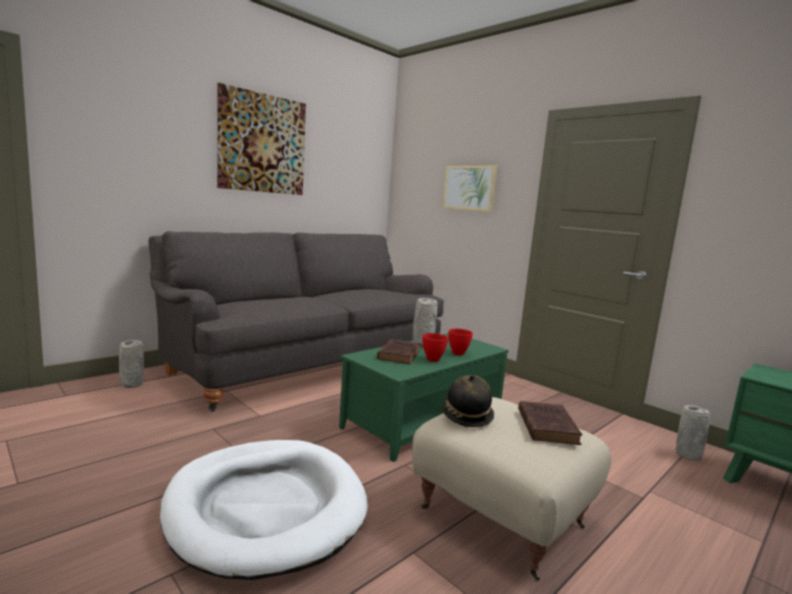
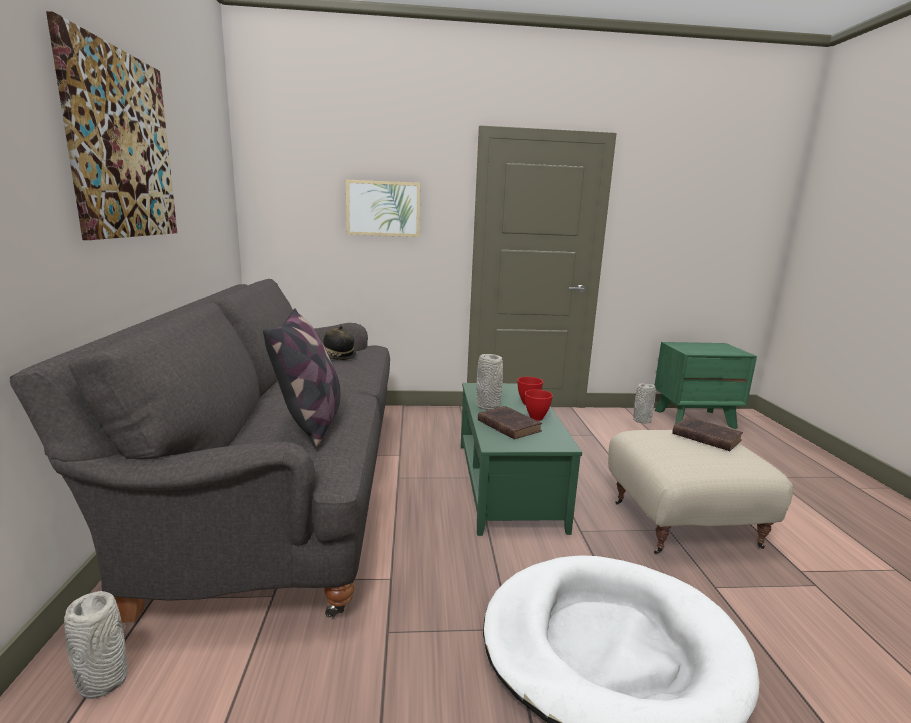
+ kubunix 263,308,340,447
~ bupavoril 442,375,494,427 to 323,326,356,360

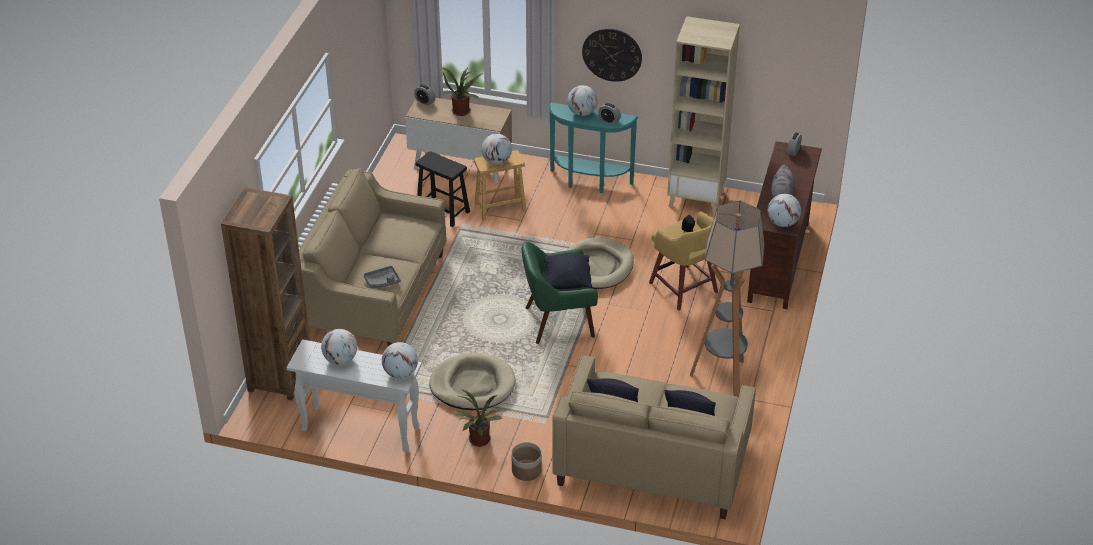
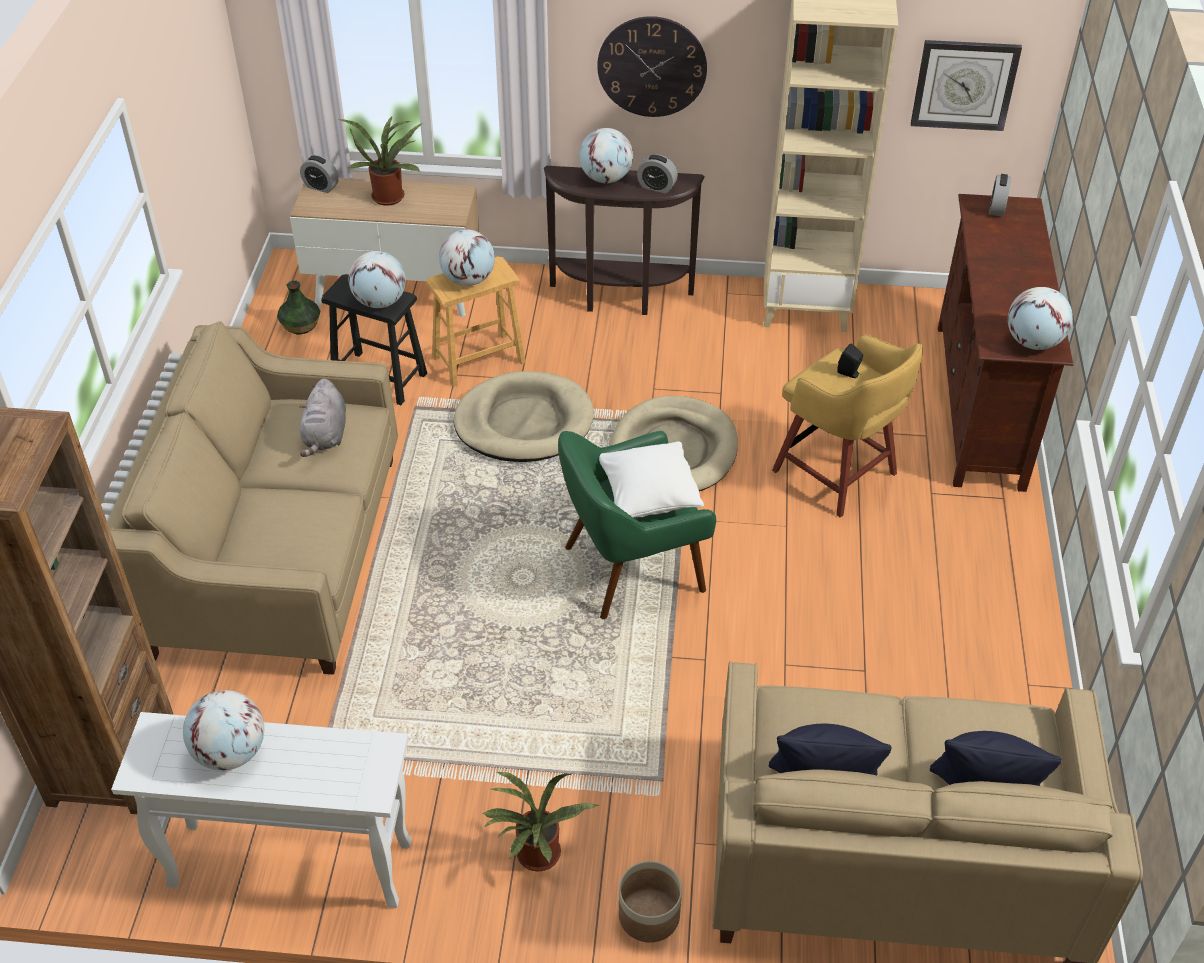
+ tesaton 277,281,320,335
~ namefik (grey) 771,164,794,198 to 299,379,346,457
~ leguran 382,342,418,379 to 349,251,406,308
~ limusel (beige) 429,353,515,410 to 454,371,594,462
~ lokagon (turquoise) 549,103,639,193 to lokagon (brown) 544,166,705,315
~ kubunix (black) 544,254,592,289 to kubunix (white) 599,441,704,518
+ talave 911,40,1022,131
- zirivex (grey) 363,266,401,288
- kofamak 690,200,765,397

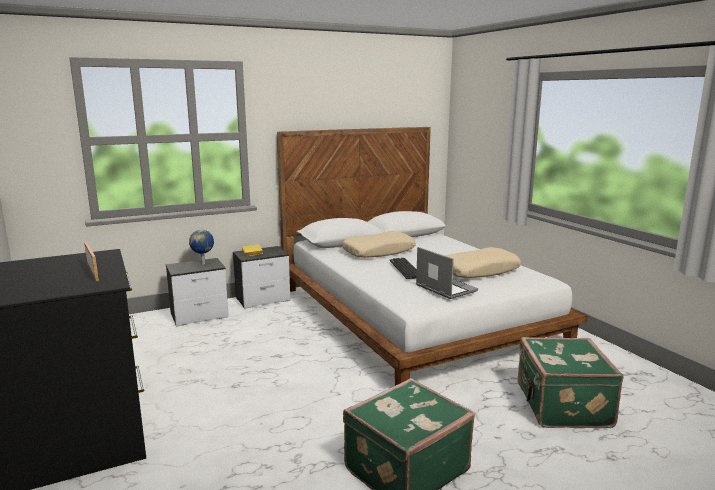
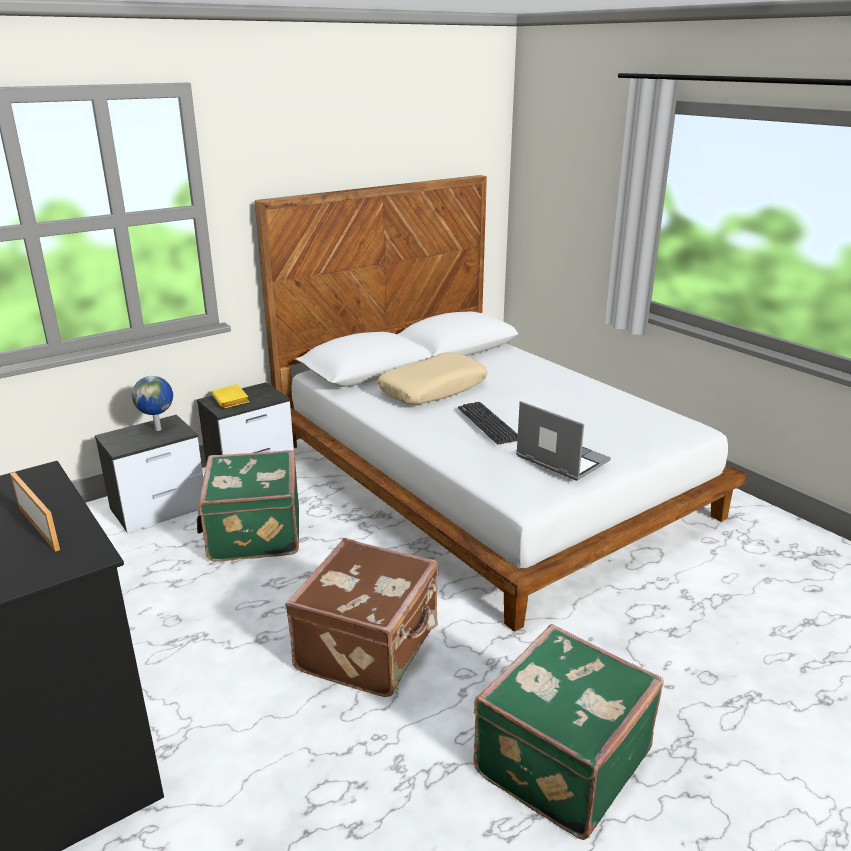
~ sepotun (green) 518,337,624,428 to 197,450,299,562
+ sepotun (brown) 285,538,438,697
- kubunix (beige) 444,247,521,278

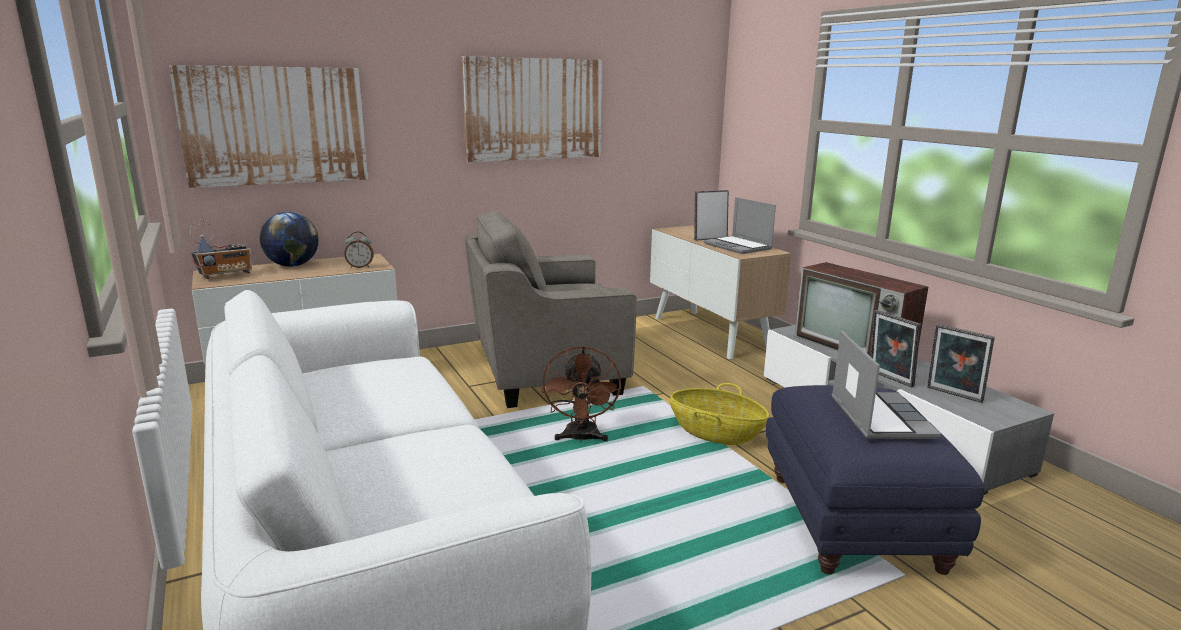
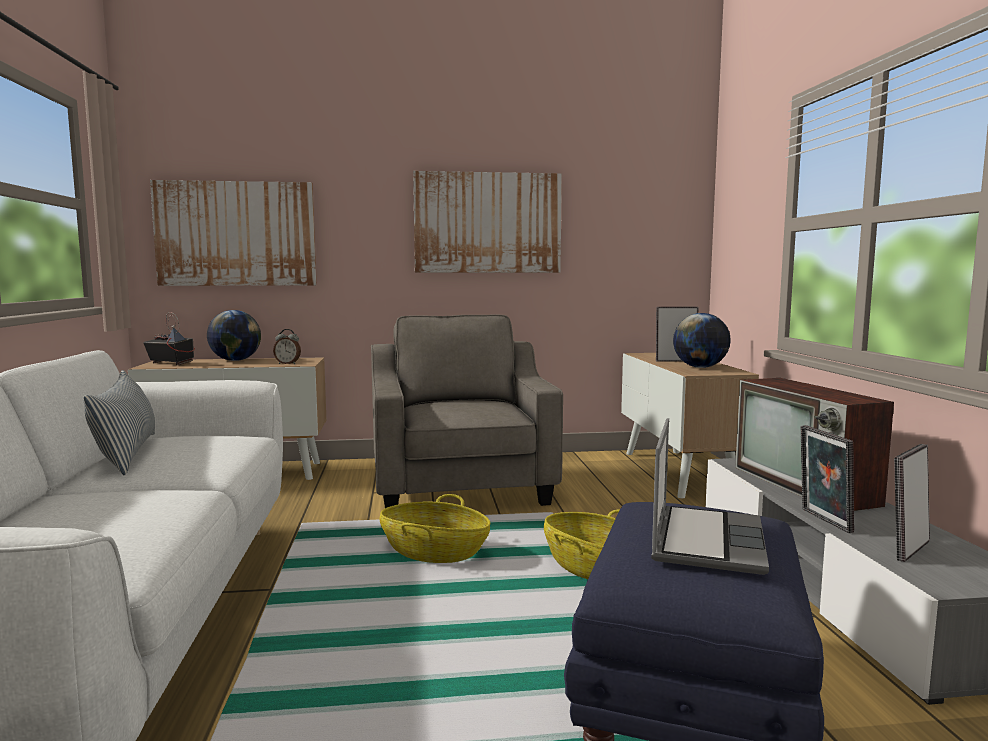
+ kubunix 83,370,155,475
~ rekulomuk 190,220,252,279 = 143,312,195,366 135 degrees counterclockwise
~ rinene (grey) 465,210,637,408 = 371,315,563,508 75 degrees clockwise
~ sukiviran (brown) 542,346,621,443 to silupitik 379,494,490,563
~ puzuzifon 704,197,776,254 to leguran 673,313,731,368
~ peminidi 927,324,995,403 = 894,444,930,562 75 degrees clockwise

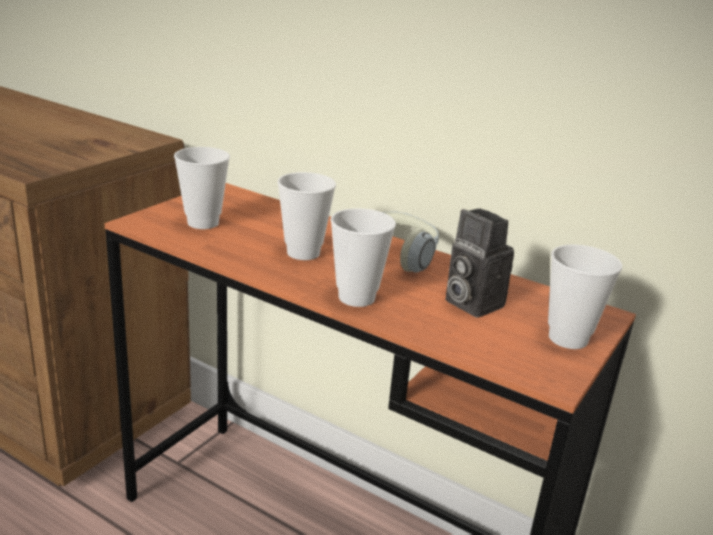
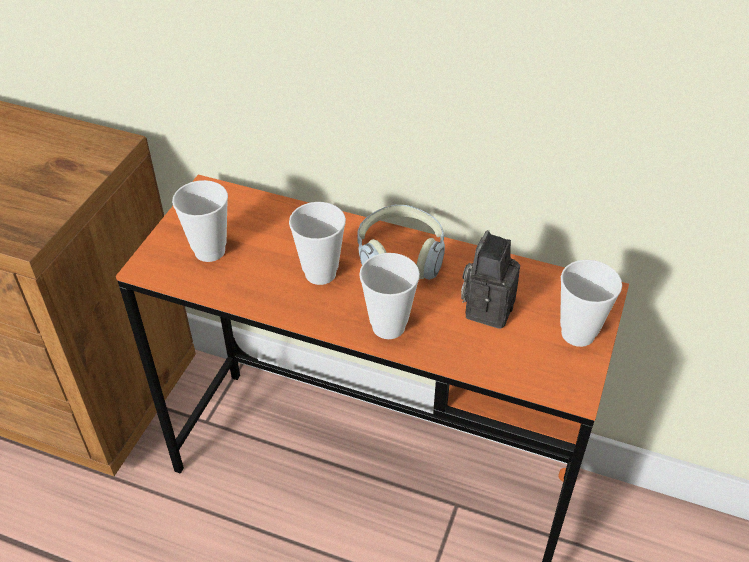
~ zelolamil 445,208,514,318 = 461,230,520,329 75 degrees clockwise

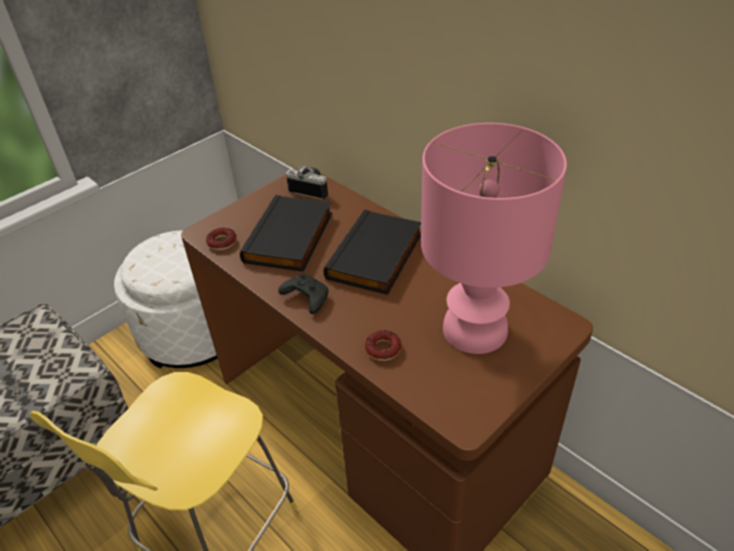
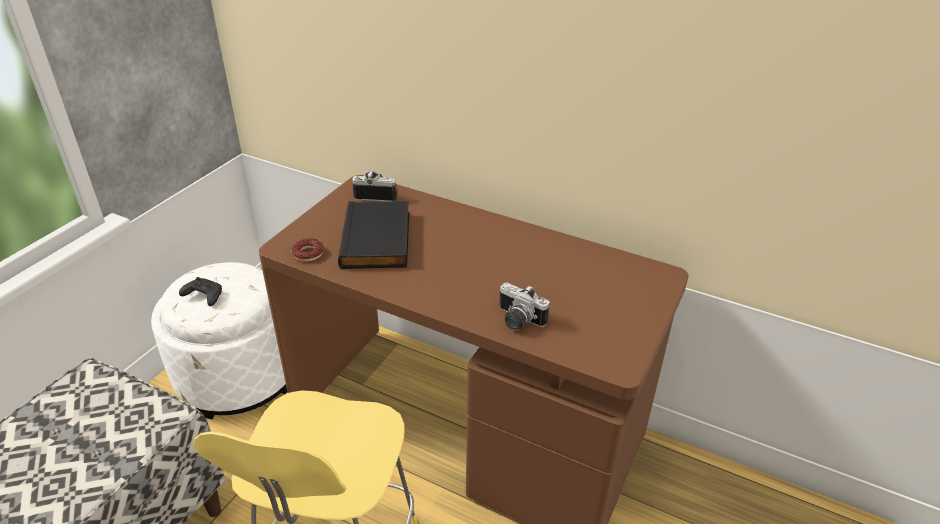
~ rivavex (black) 278,273,328,314 to 179,277,222,306
~ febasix 365,330,402,361 to zelolamil 499,283,550,330
- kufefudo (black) 323,209,421,295
- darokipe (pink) 421,123,567,354

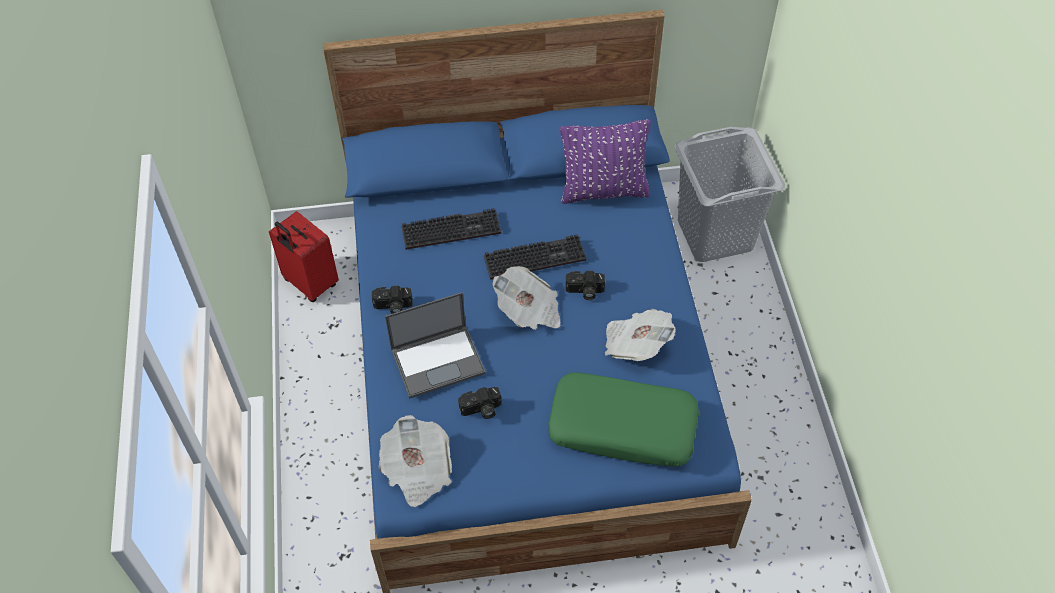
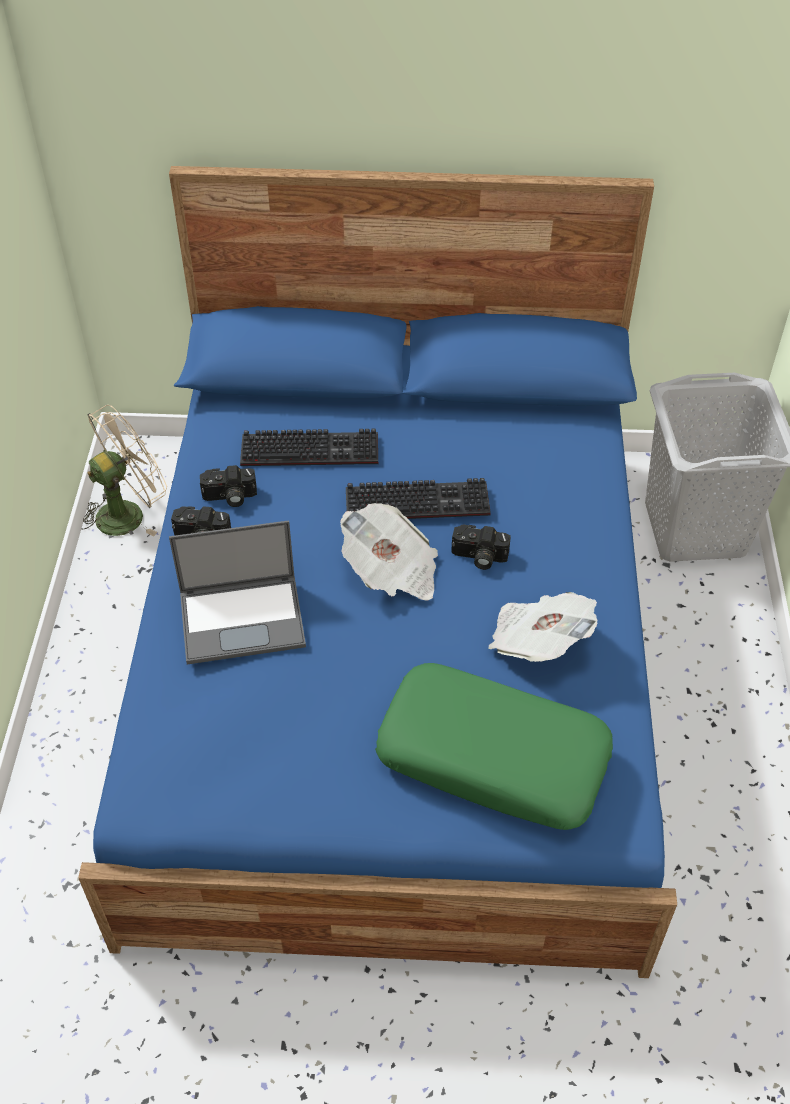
~ sepotun (red) 269,211,339,302 to sukiviran (beige) 81,405,167,536
~ zelolamil 458,387,502,419 to 200,465,257,507
- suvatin 378,415,452,507
- kubunix (purple) 560,119,651,204

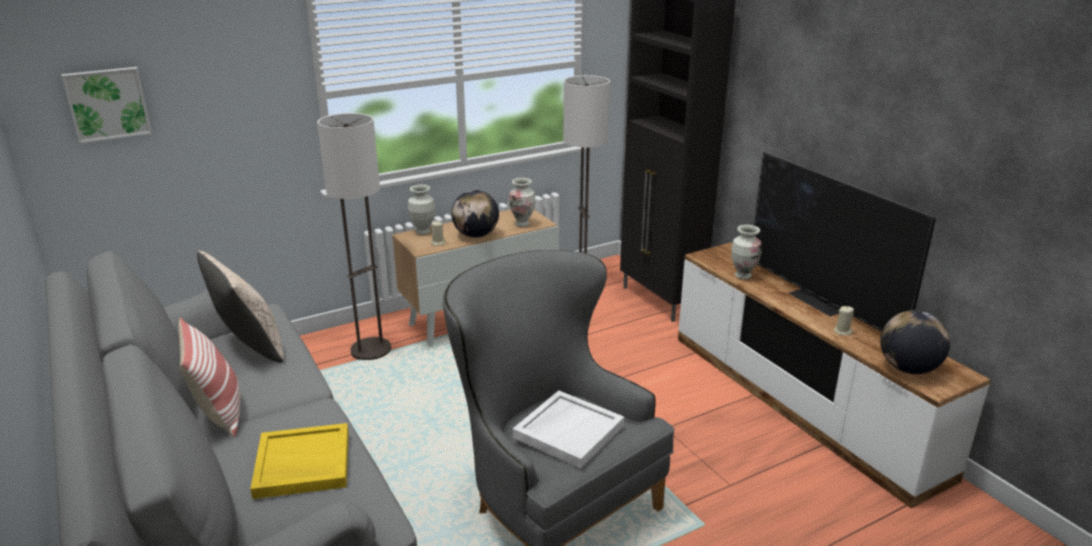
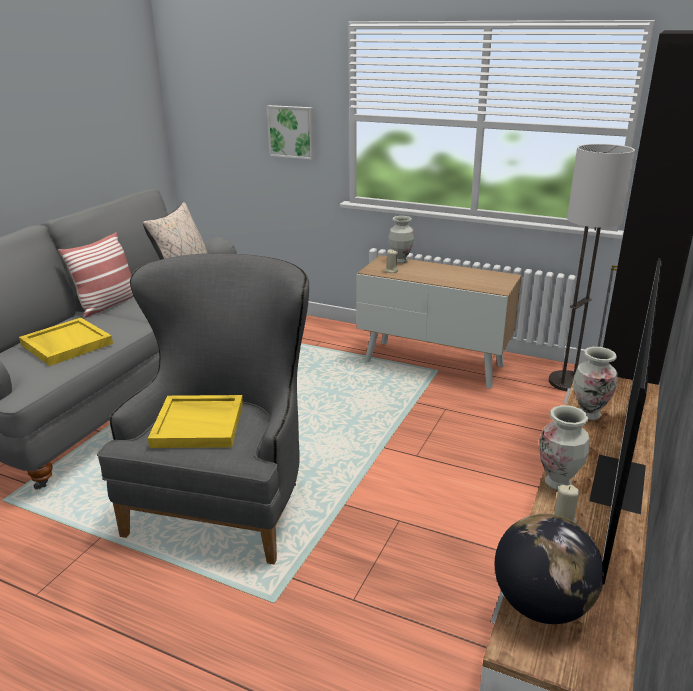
~ zirivex (white) 513,390,624,468 to zirivex (yellow) 148,395,243,448
~ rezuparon 61,67,152,143 to 267,105,314,160
~ tesaton 509,178,536,227 to 539,405,589,490
- kofamak 317,113,391,360
- leguran 451,190,499,238

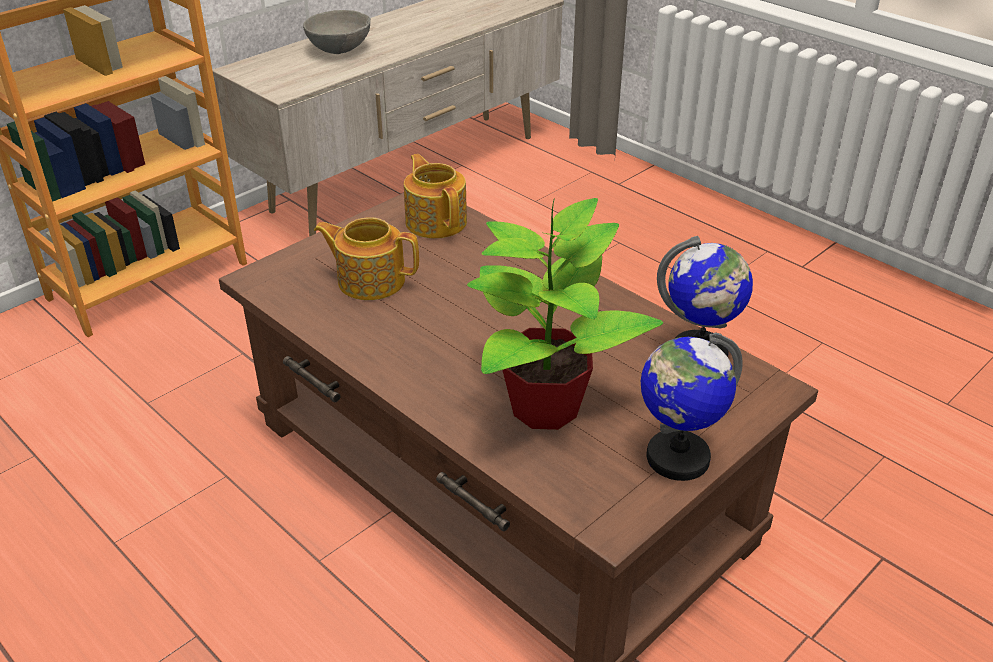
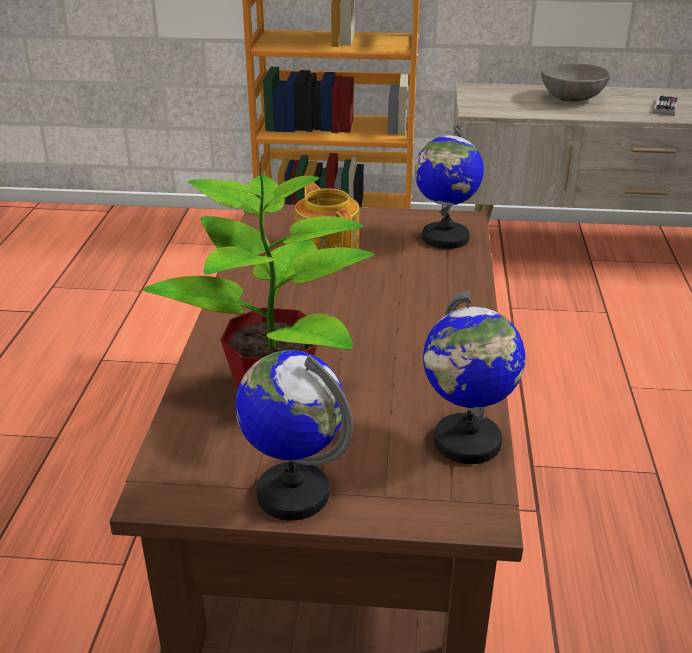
~ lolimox 404,154,467,238 to leguran 414,124,484,249
+ rivavex 653,95,679,116

